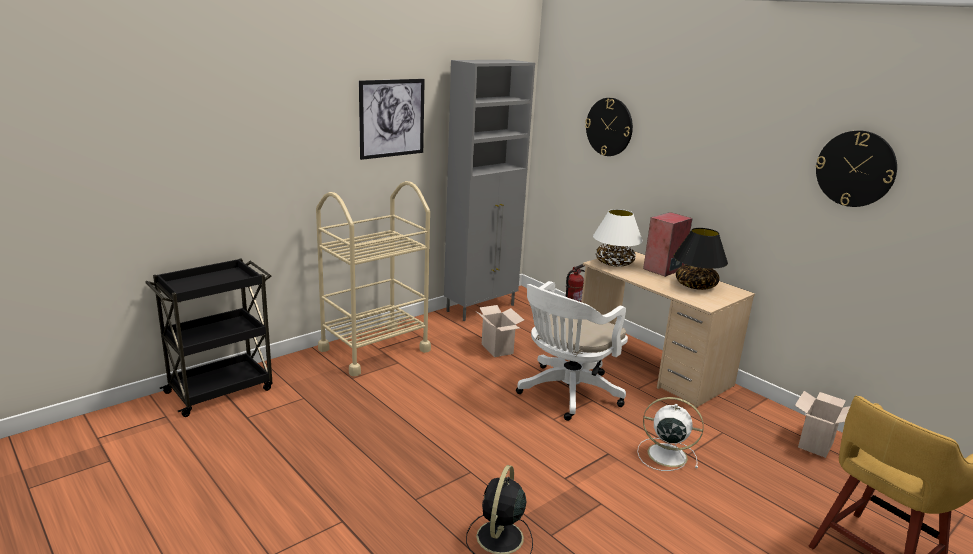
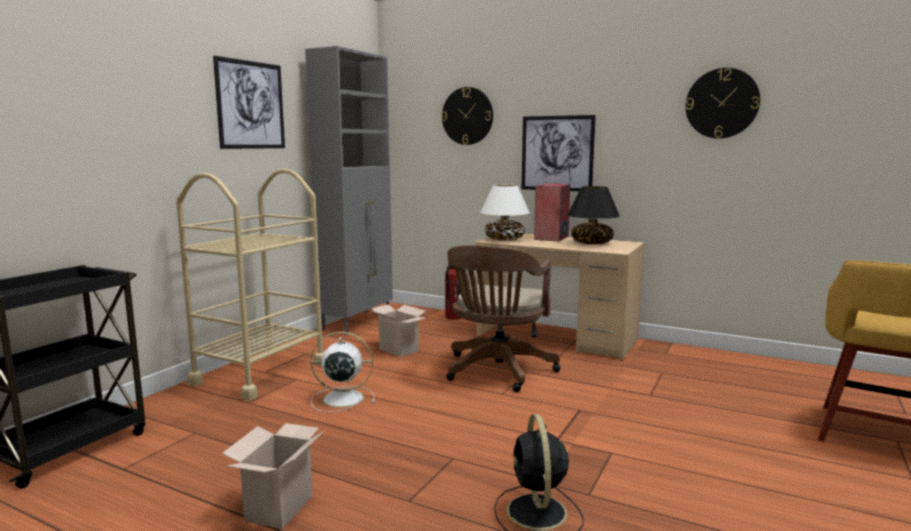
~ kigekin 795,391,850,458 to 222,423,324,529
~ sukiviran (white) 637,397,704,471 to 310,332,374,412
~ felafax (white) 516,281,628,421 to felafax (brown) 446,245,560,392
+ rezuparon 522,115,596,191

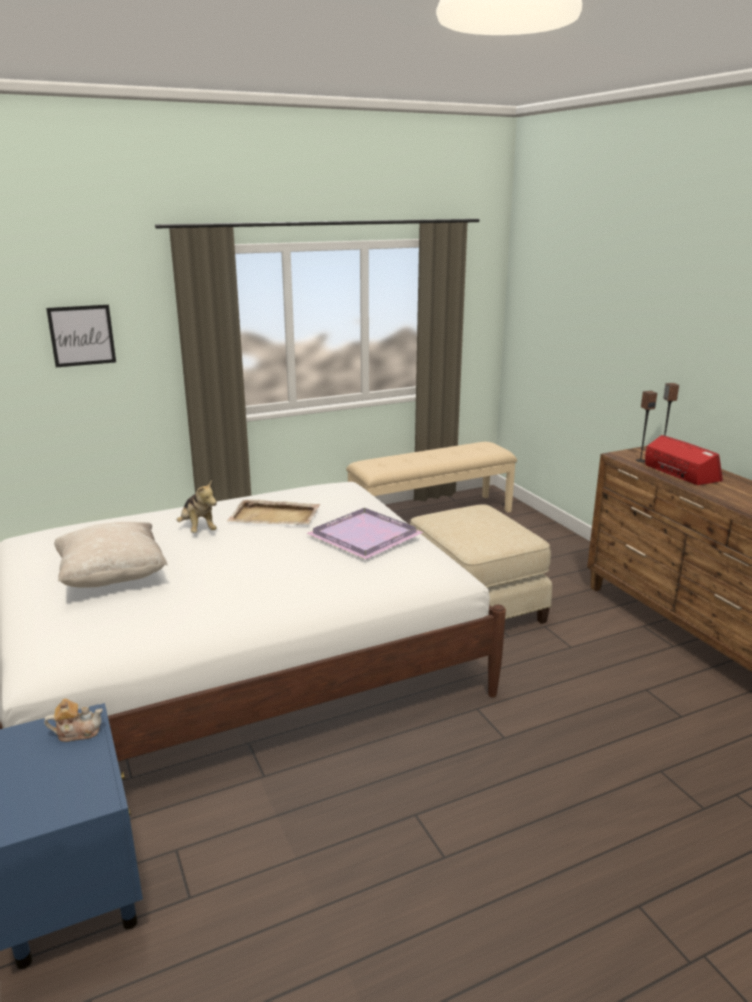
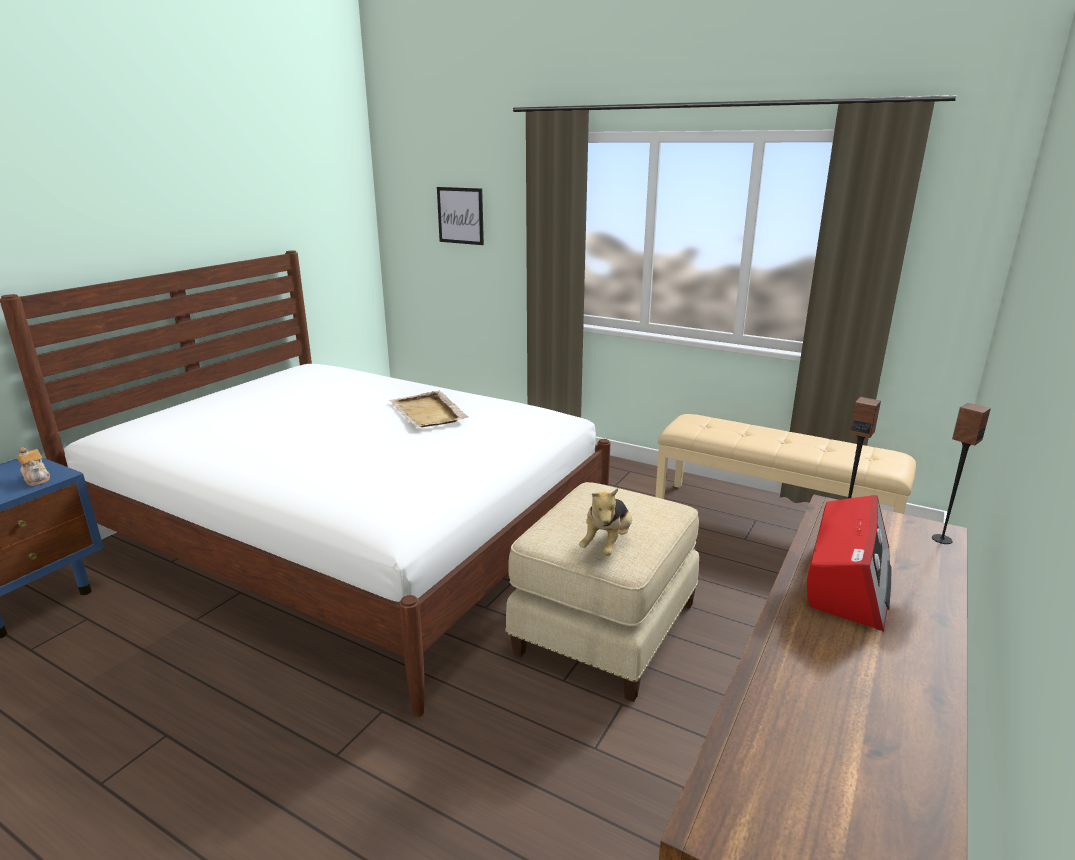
~ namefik 177,480,217,533 to 579,488,632,556
- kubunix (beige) 54,522,168,588
- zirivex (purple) 306,508,424,560

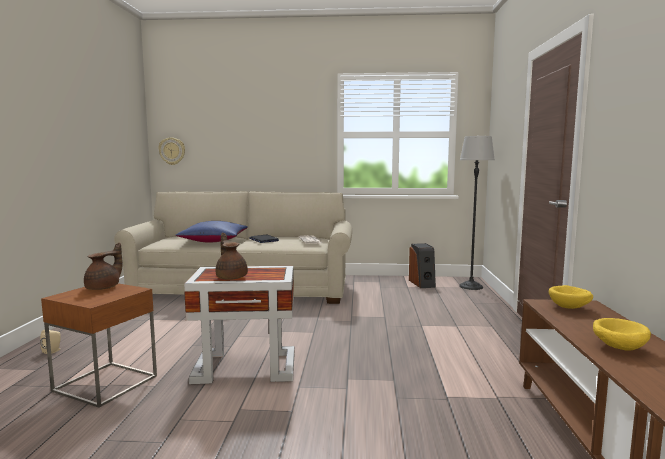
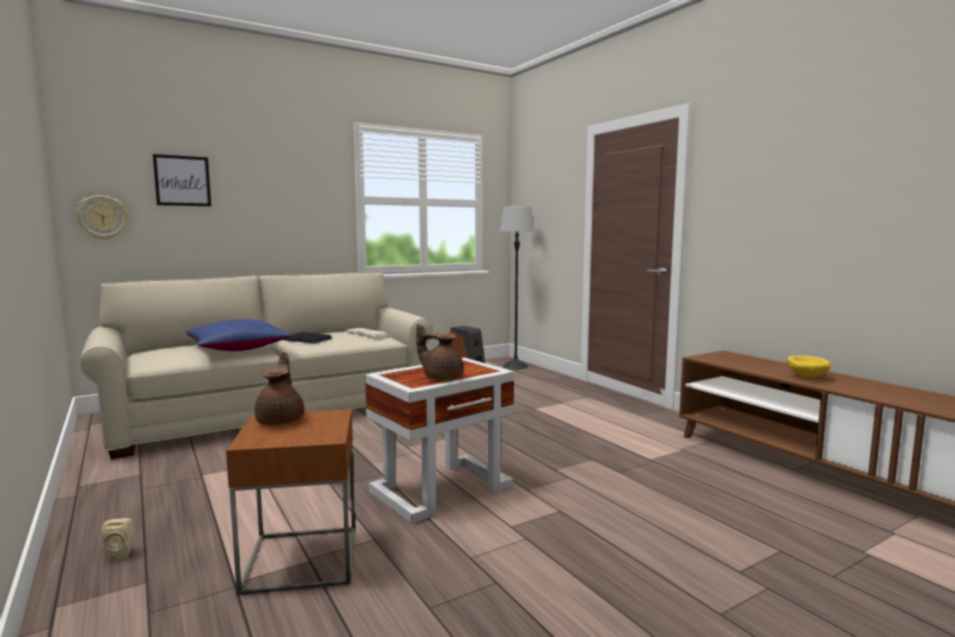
+ rezuparon 153,154,211,206
- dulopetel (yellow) 549,285,593,309

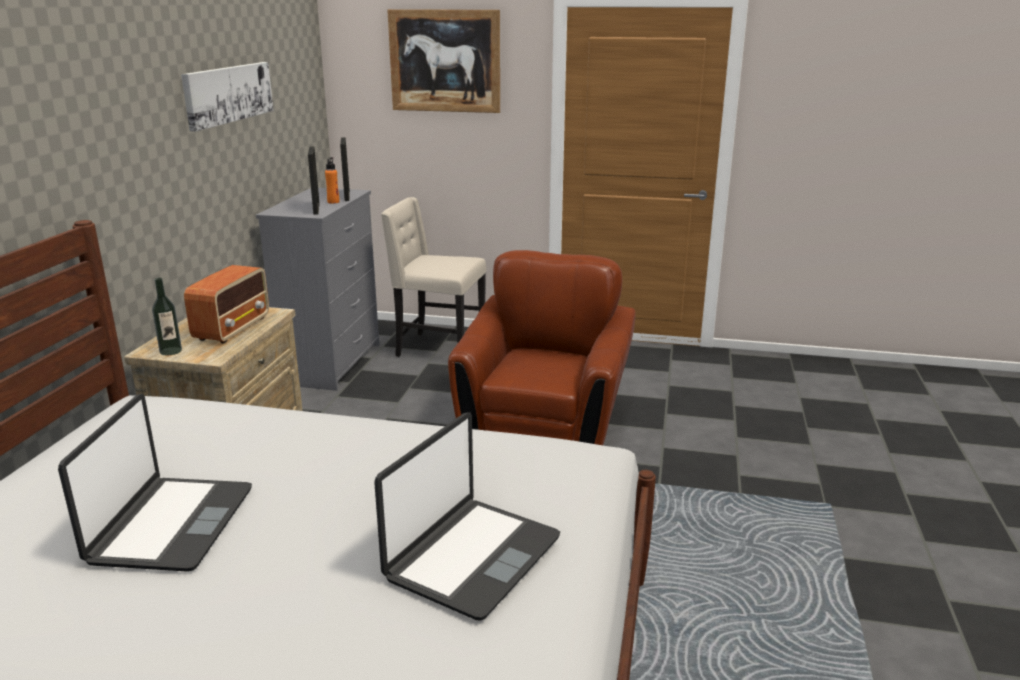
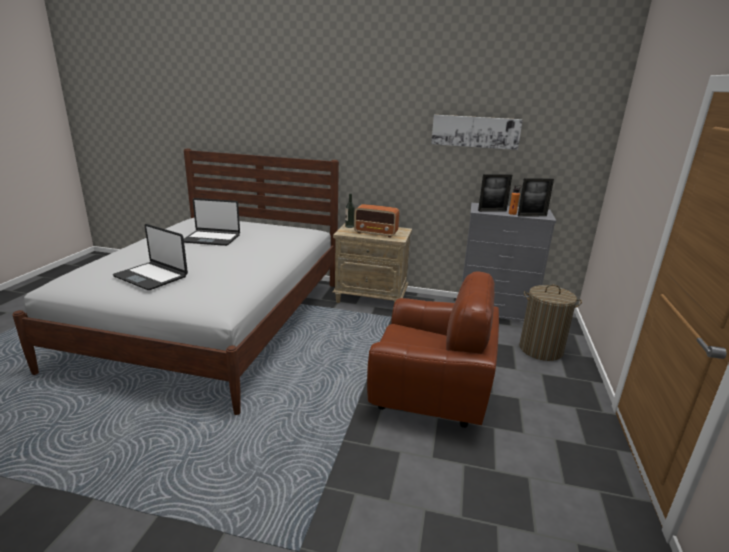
~ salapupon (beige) 381,197,486,357 to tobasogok 519,284,582,361
- rezuparon 387,9,500,113

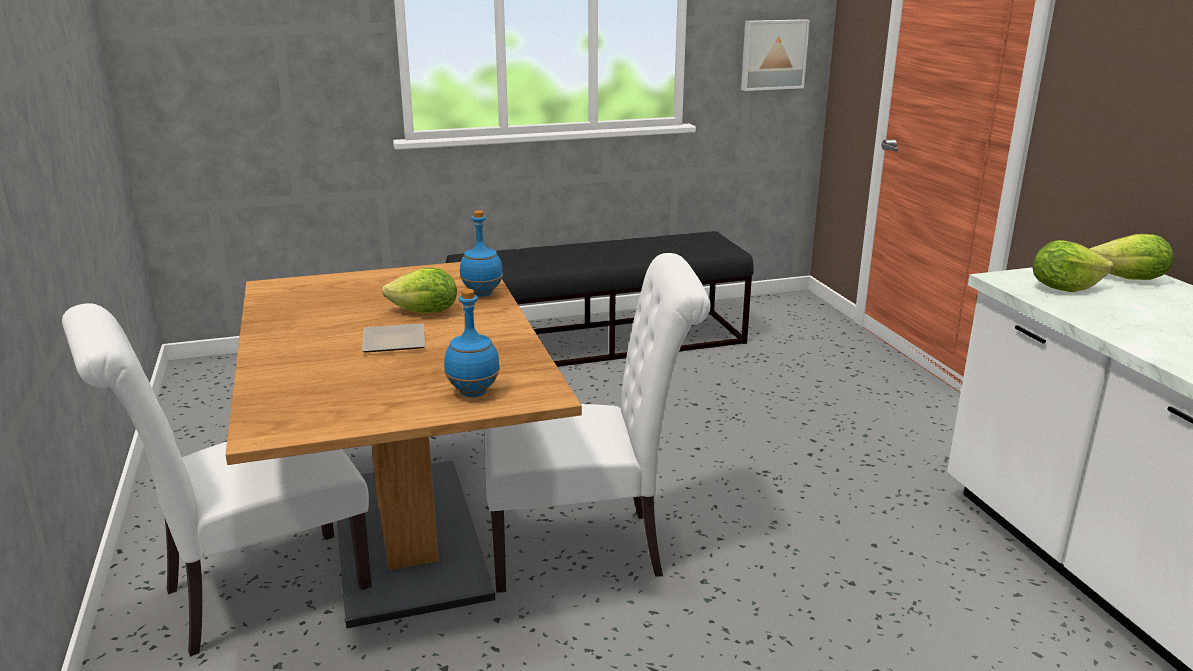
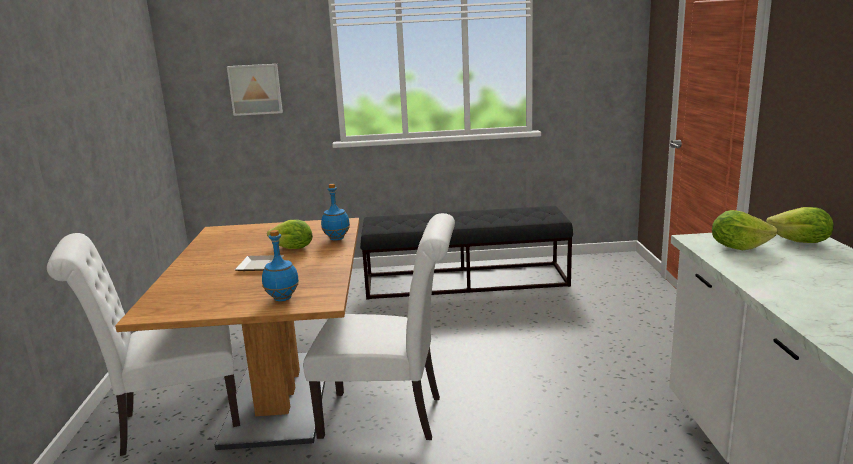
~ rezuparon 741,19,810,91 to 227,64,283,116

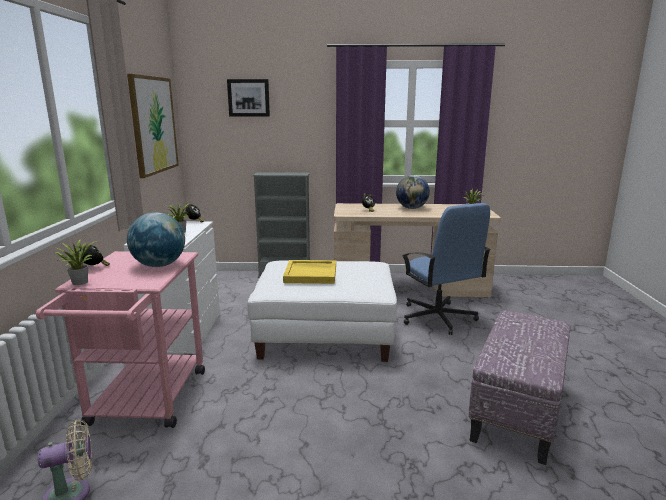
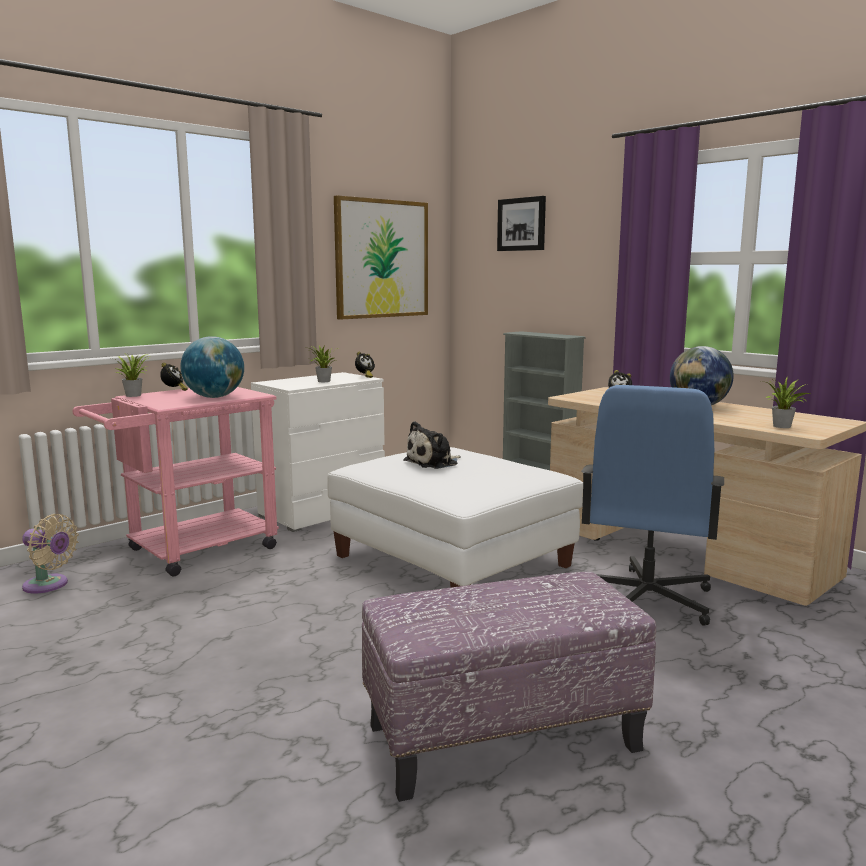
~ zirivex (yellow) 283,260,336,284 to namefik 403,421,461,469

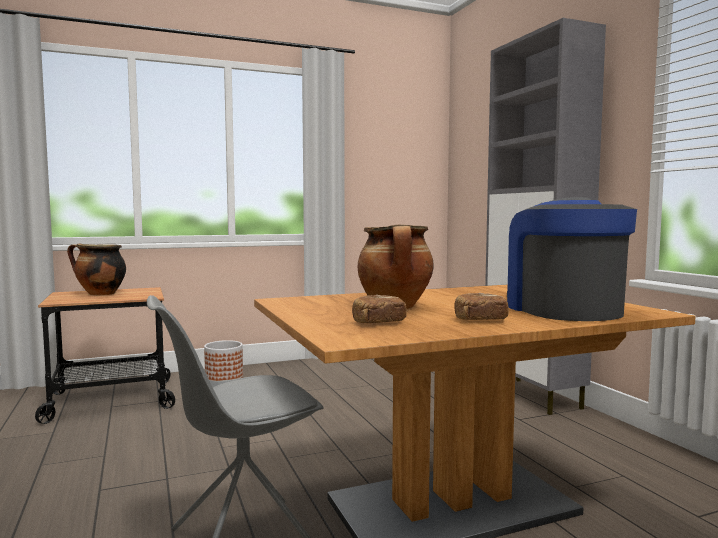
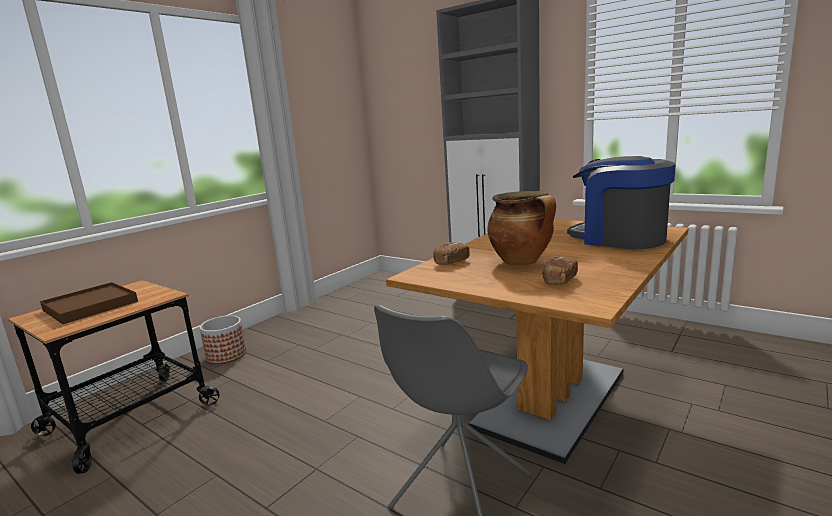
~ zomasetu 67,243,126,295 to zirivex (brown) 40,282,138,324
~ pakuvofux 454,293,509,320 to 433,242,470,265

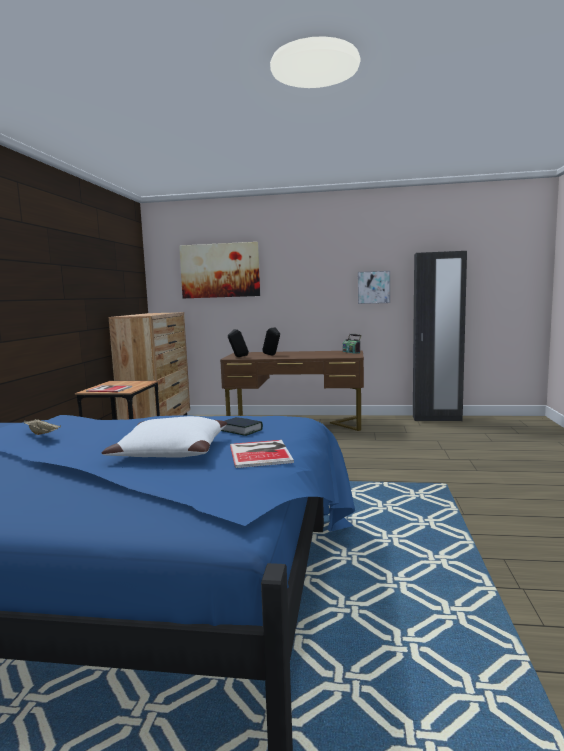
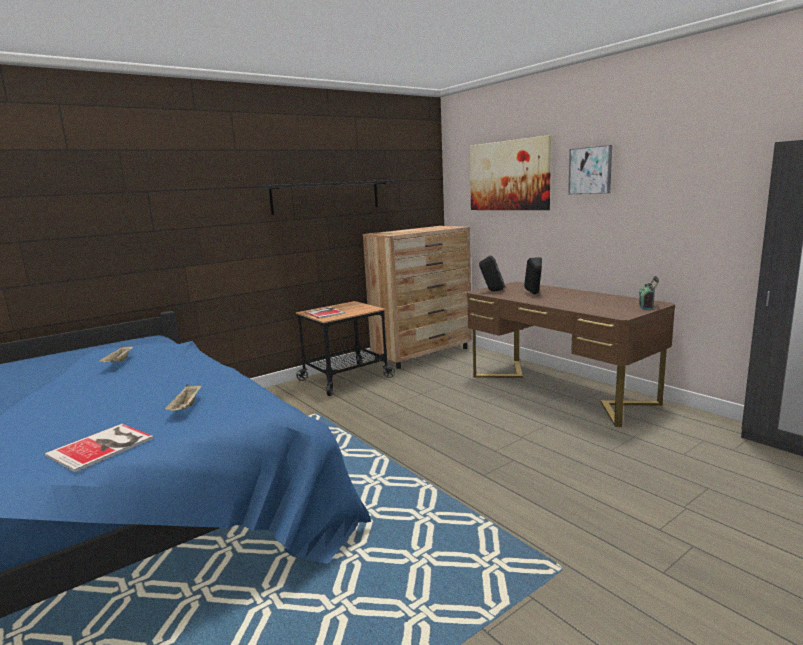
~ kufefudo 221,417,263,436 to zirivex (beige) 165,384,202,411
+ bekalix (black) 258,180,396,215
~ rezuparon 358,271,390,304 to 568,145,612,194
- kubunix (white) 102,416,227,458

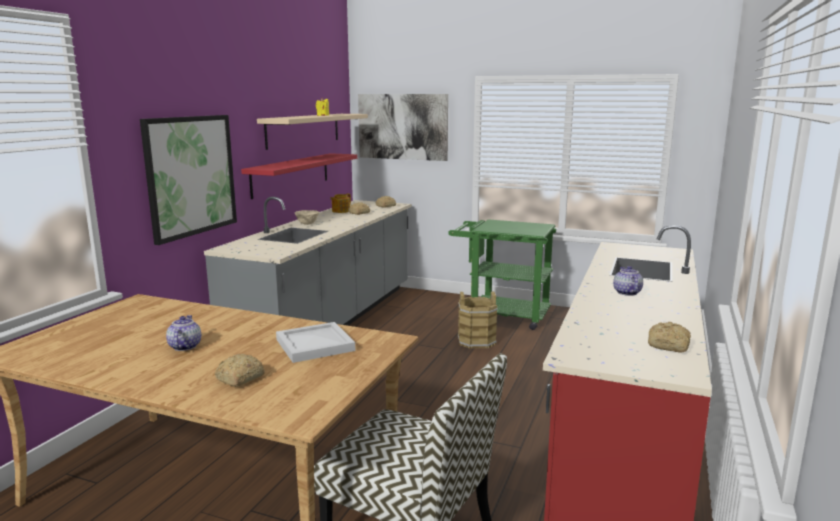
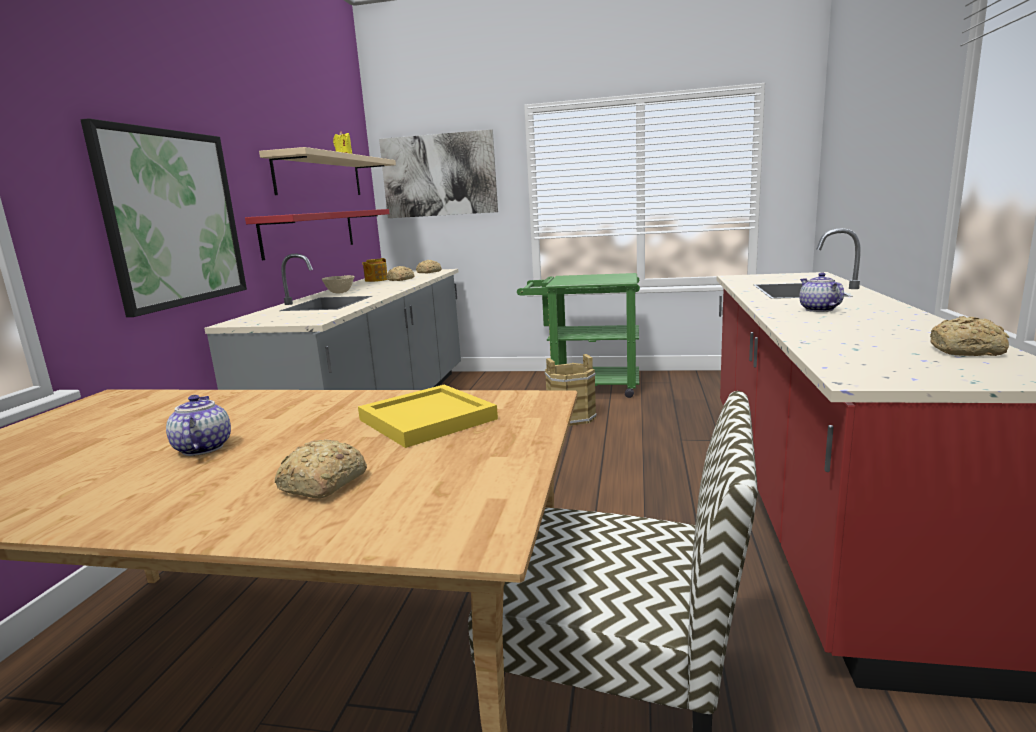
~ zirivex (white) 276,322,355,363 to zirivex (yellow) 358,385,498,448

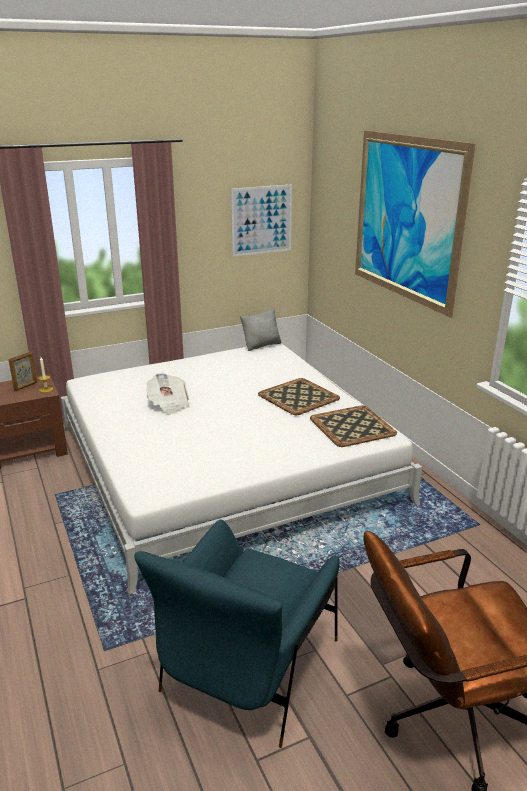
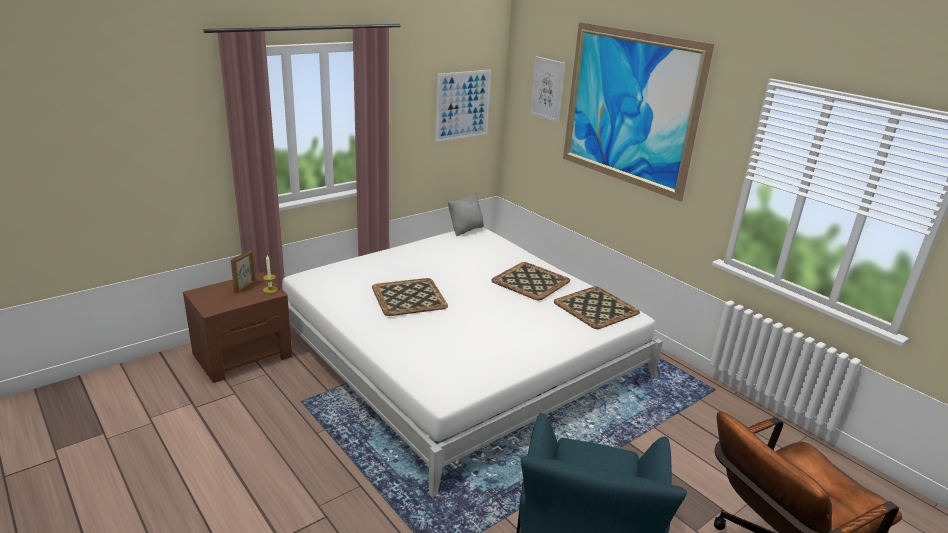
~ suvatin 146,373,190,415 to zirivex 372,278,448,316
+ rezuparon 530,56,565,123

